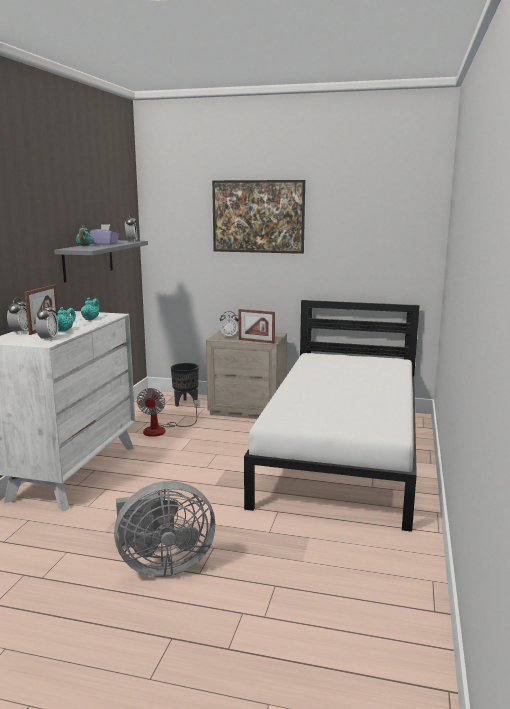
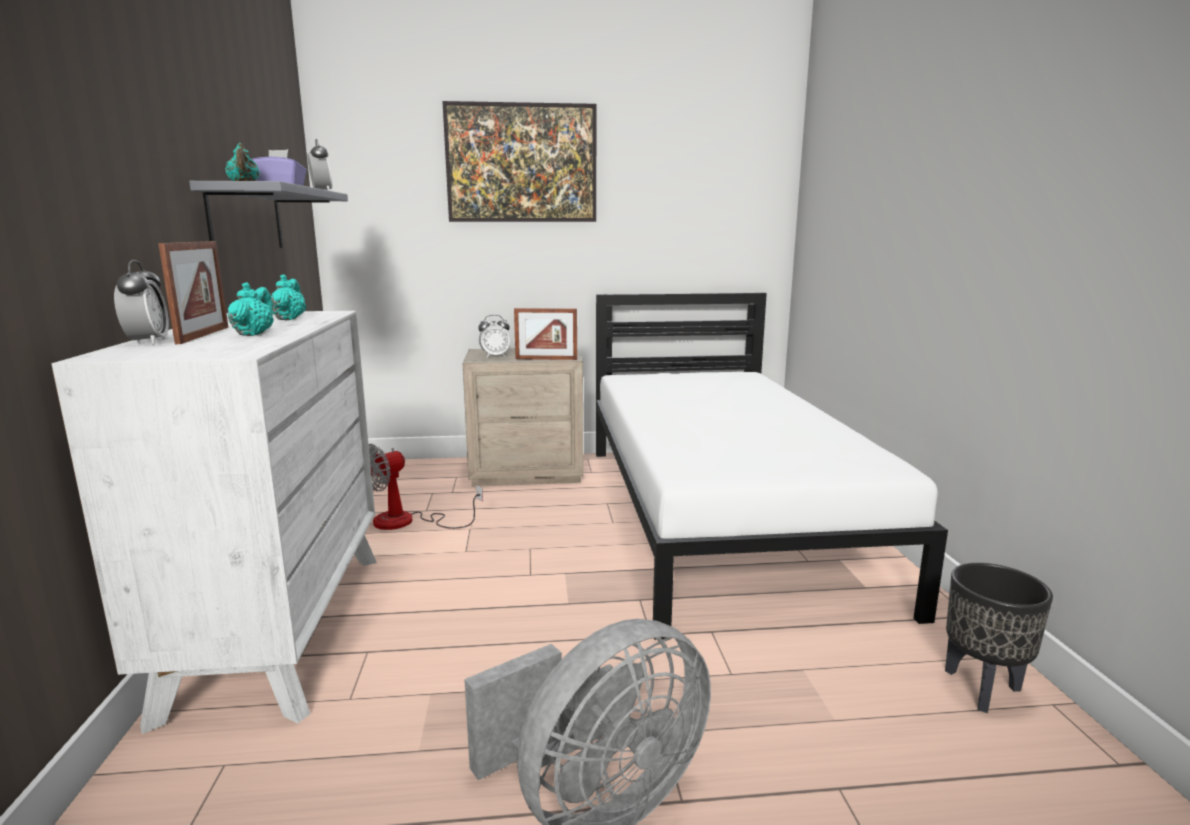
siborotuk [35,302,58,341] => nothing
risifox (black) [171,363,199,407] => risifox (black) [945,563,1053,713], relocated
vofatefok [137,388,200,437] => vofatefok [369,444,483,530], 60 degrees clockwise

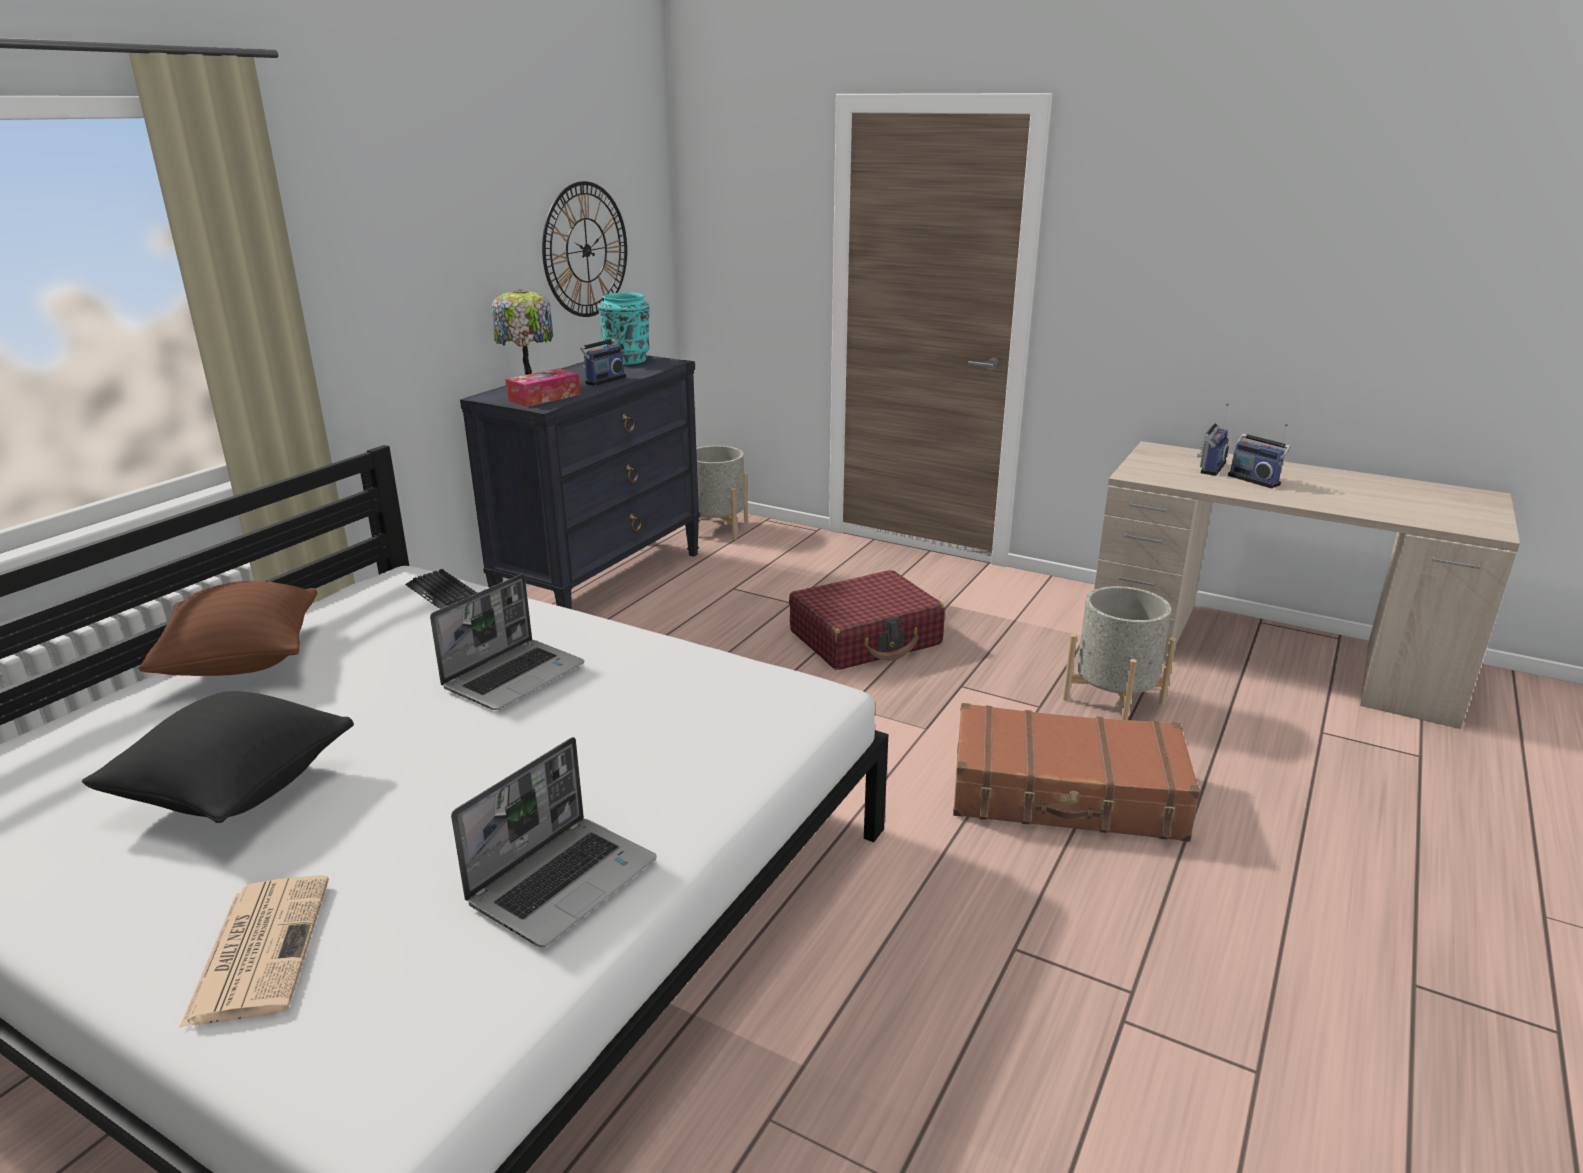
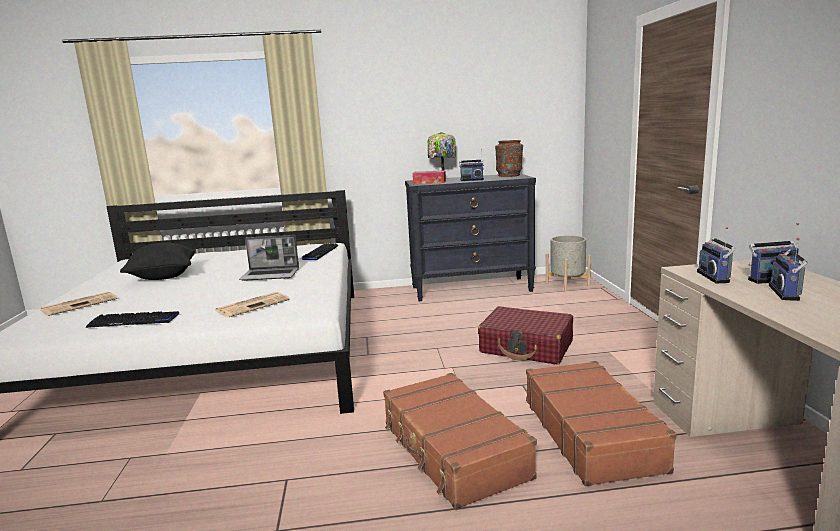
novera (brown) [138,581,317,676] => nothing
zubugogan [542,181,627,317] => nothing
nothing => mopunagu [215,292,290,317]
nothing => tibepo [697,227,736,283]
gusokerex [451,737,657,947] => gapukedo [85,311,179,328]
risifox (grey) [1062,586,1176,720] => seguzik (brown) [526,361,677,486]
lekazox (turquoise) [598,292,650,365] => lekazox (brown) [495,140,523,177]

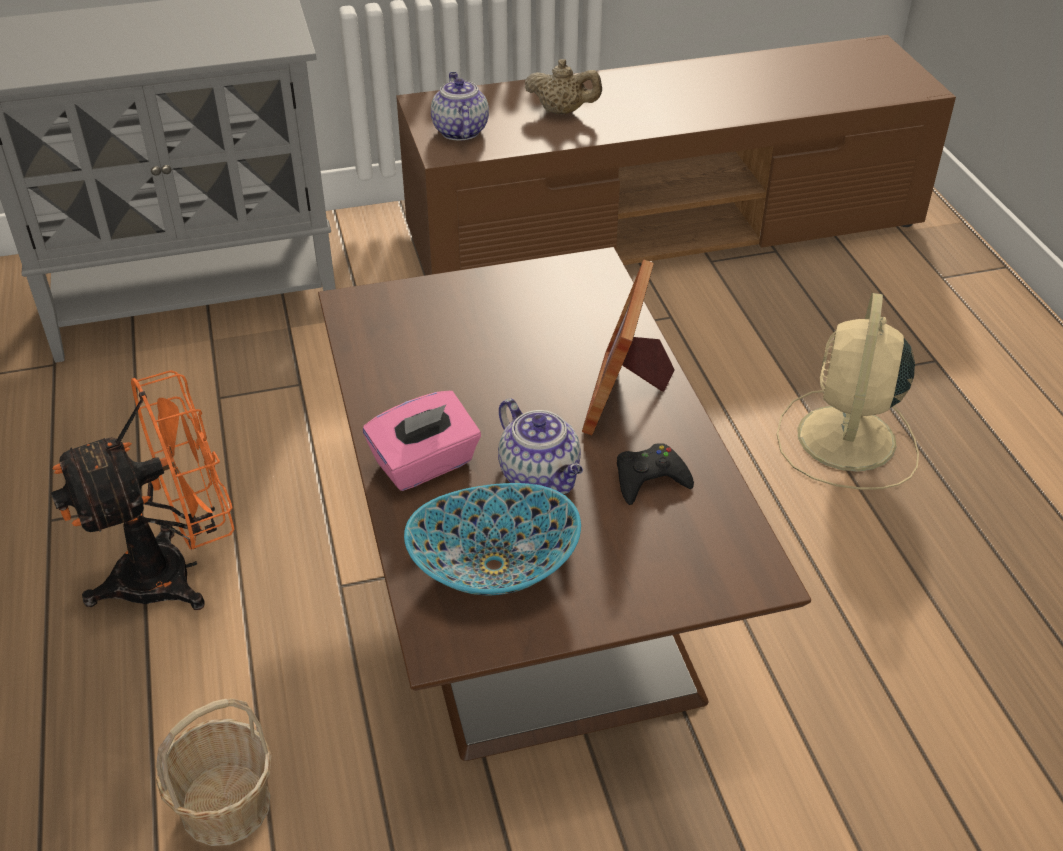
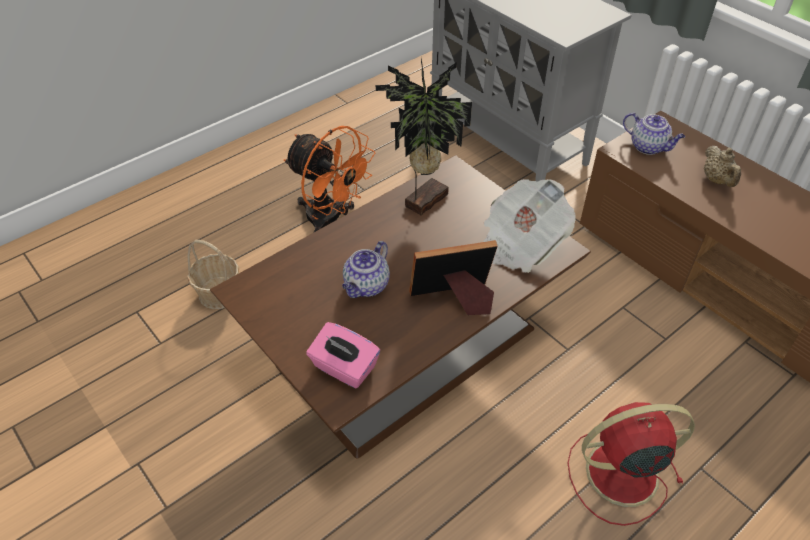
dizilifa [404,483,581,595] => nothing
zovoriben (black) [617,443,694,505] => nothing
nothing => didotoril [376,59,472,216]
nothing => mopunagu [484,179,576,273]
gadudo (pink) [363,391,481,491] => gadudo (pink) [306,322,380,388], relocated
vofatefok (beige) [777,293,919,490] => vofatefok (red) [568,402,695,526]
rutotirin [431,72,489,140] => rutotirin [623,112,685,155], 75 degrees clockwise

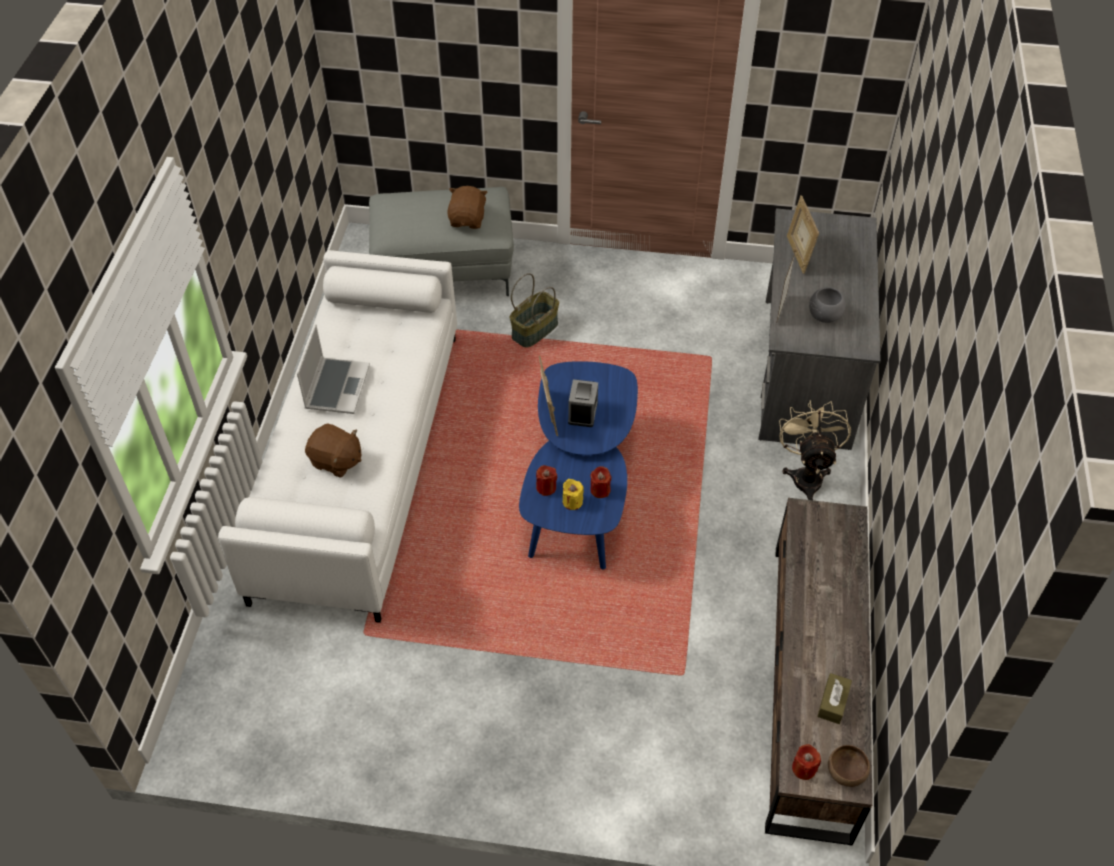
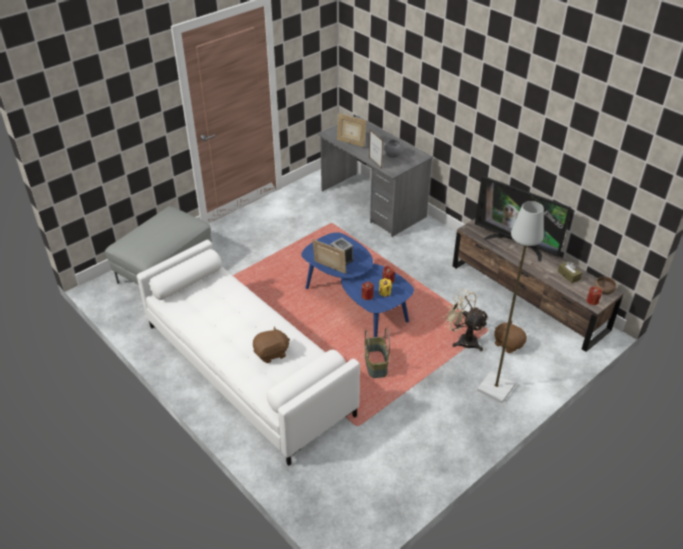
gusokerex [297,324,370,414] => nothing
nothing => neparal [475,176,572,262]
nothing => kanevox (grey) [477,201,544,403]
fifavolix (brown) [447,186,487,229] => fifavolix (brown) [494,320,527,353], relocated
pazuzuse [510,273,559,347] => pazuzuse [365,328,390,378], relocated
vofatefok (beige) [779,400,851,500] => vofatefok (beige) [443,289,489,351], relocated

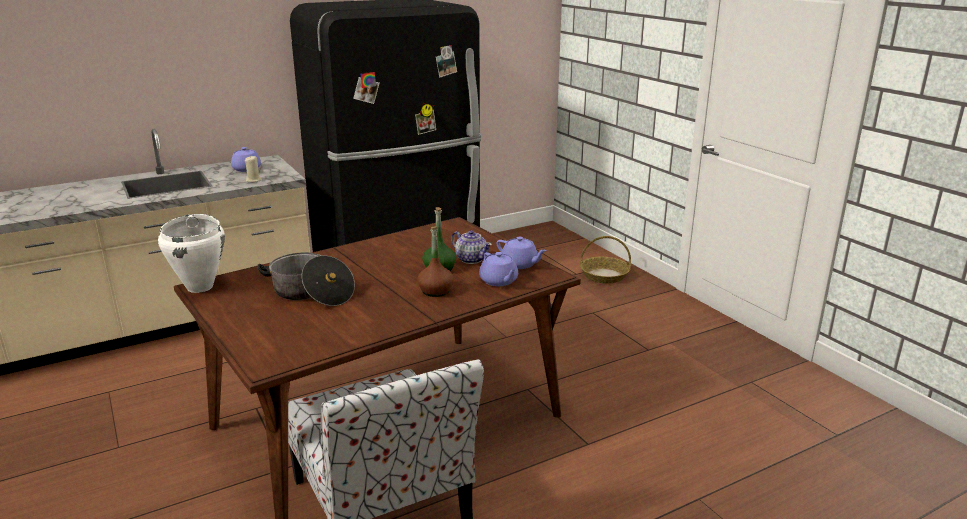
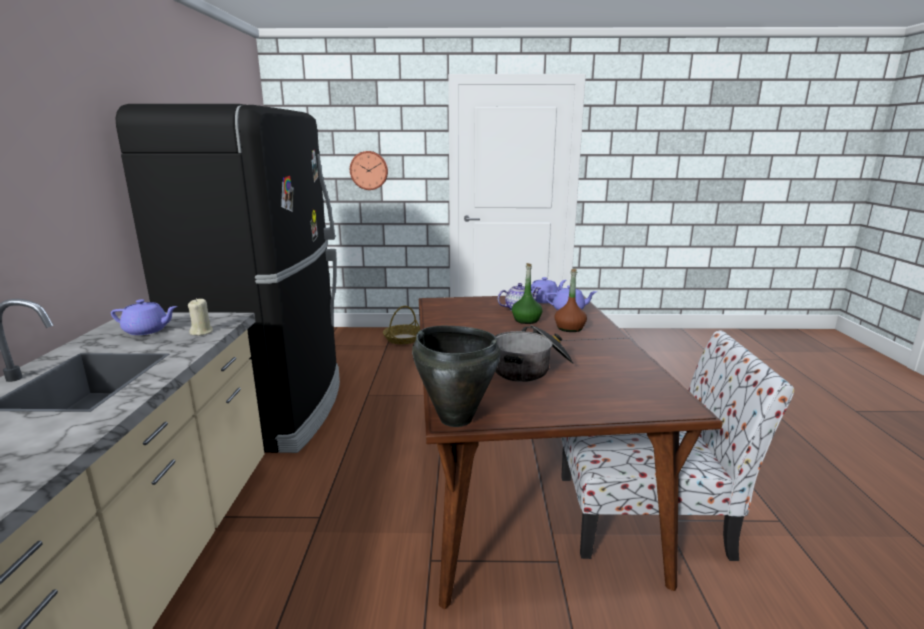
nothing => zubugogan [350,151,388,190]
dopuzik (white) [158,214,225,293] => dopuzik (black) [412,326,501,427]

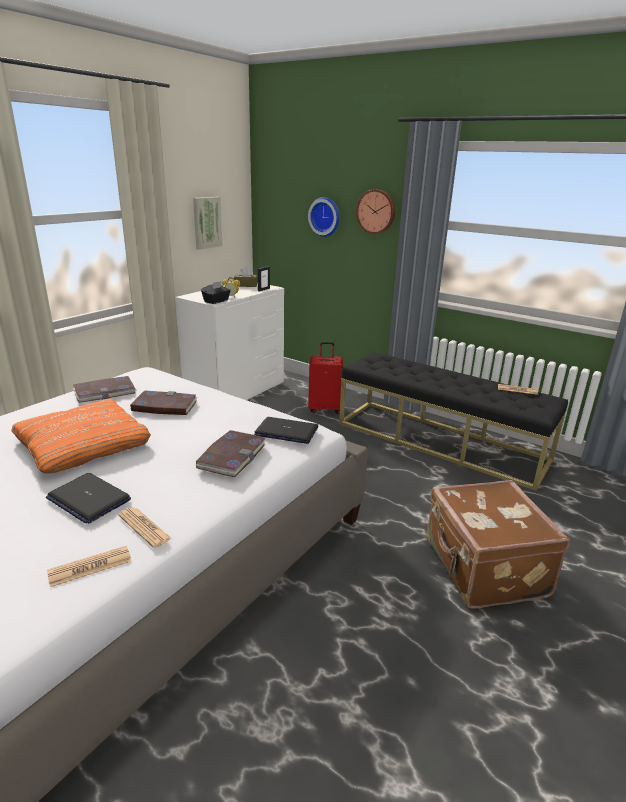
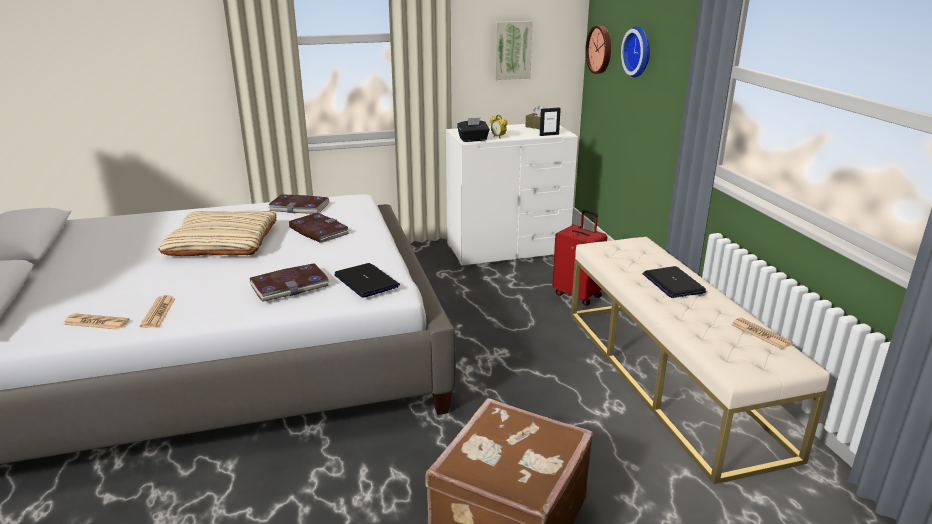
gusokerex [46,473,131,524] => gusokerex [642,266,706,298], relocated
zubugogan [356,189,395,234] => zubugogan [585,26,611,74], relocated
novera (orange) [11,398,151,474] => novera (beige) [158,211,276,256]
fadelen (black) [339,352,568,491] => fadelen (beige) [571,237,830,484]

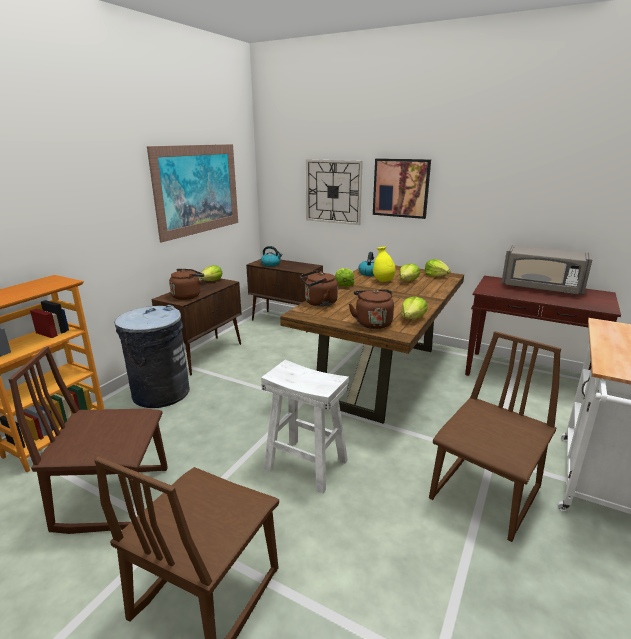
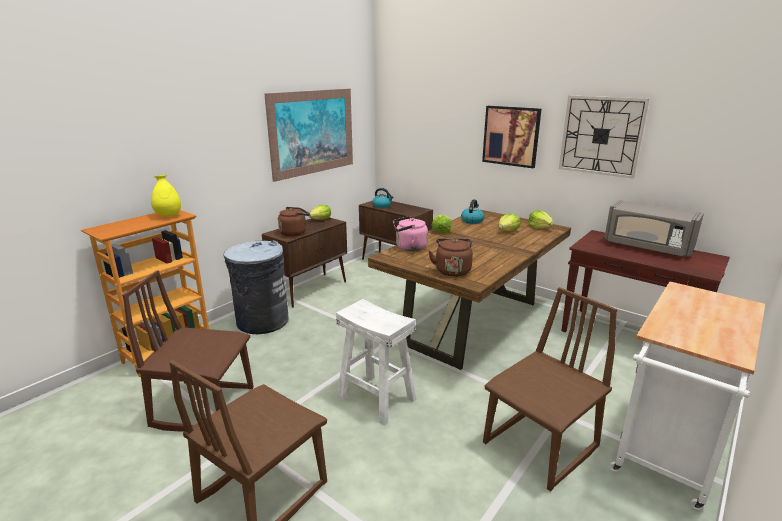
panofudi [401,297,428,319] => nothing
zubugogan [306,159,363,225] => zubugogan [559,95,649,178], relocated
lekazox (yellow) [373,247,396,282] => lekazox (yellow) [151,175,181,217], relocated
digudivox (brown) [300,270,338,306] => digudivox (pink) [393,216,428,251]

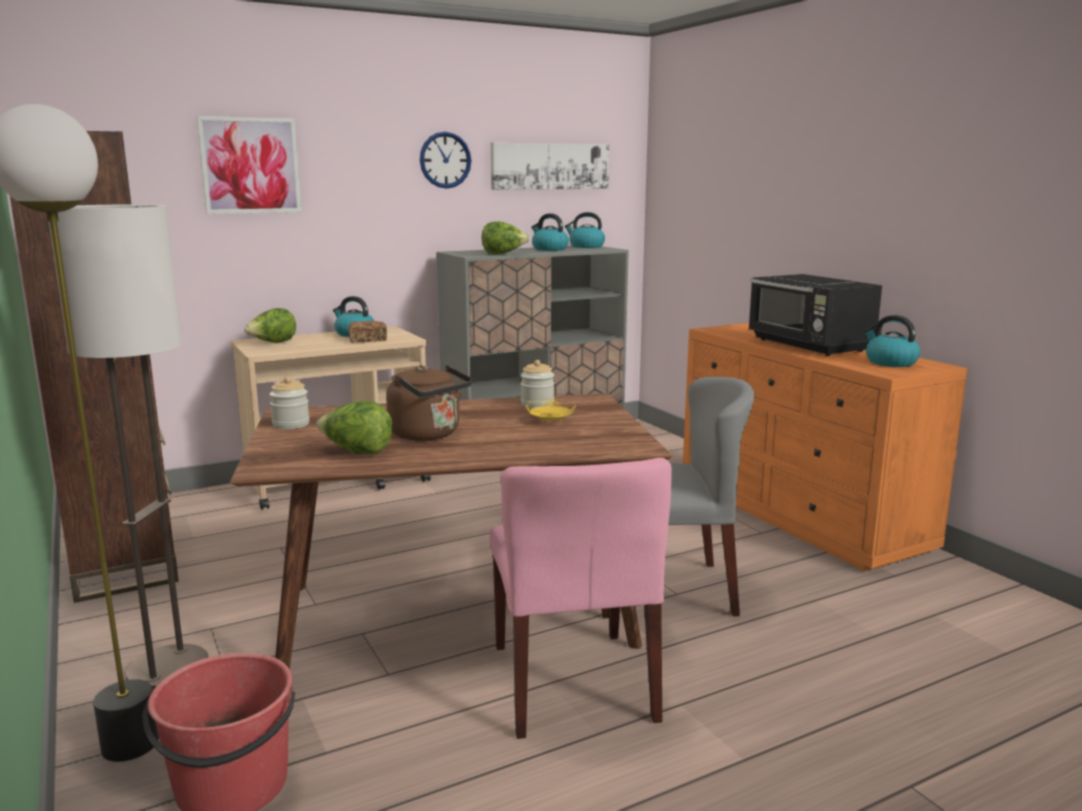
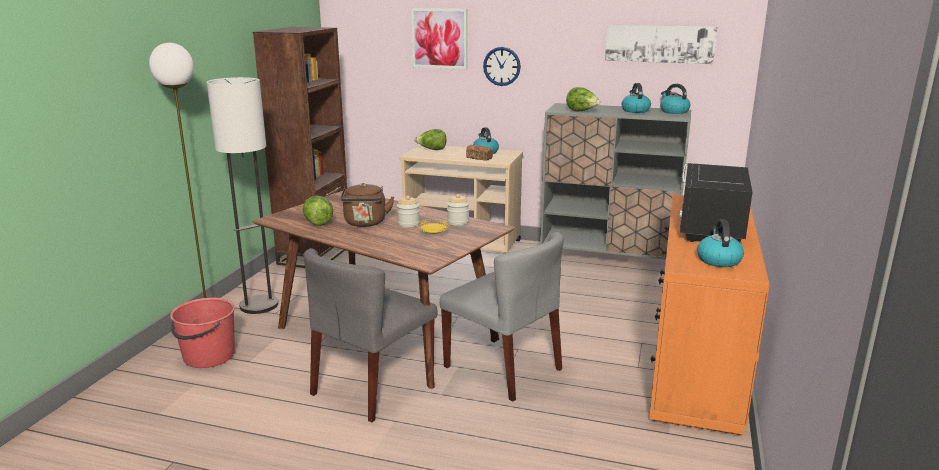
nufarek [269,376,310,429] => nufarek [397,195,420,228], relocated
zubugogan [420,132,471,189] => zubugogan [483,47,521,86], relocated
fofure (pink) [490,458,672,739] => fofure (grey) [304,248,438,423]

